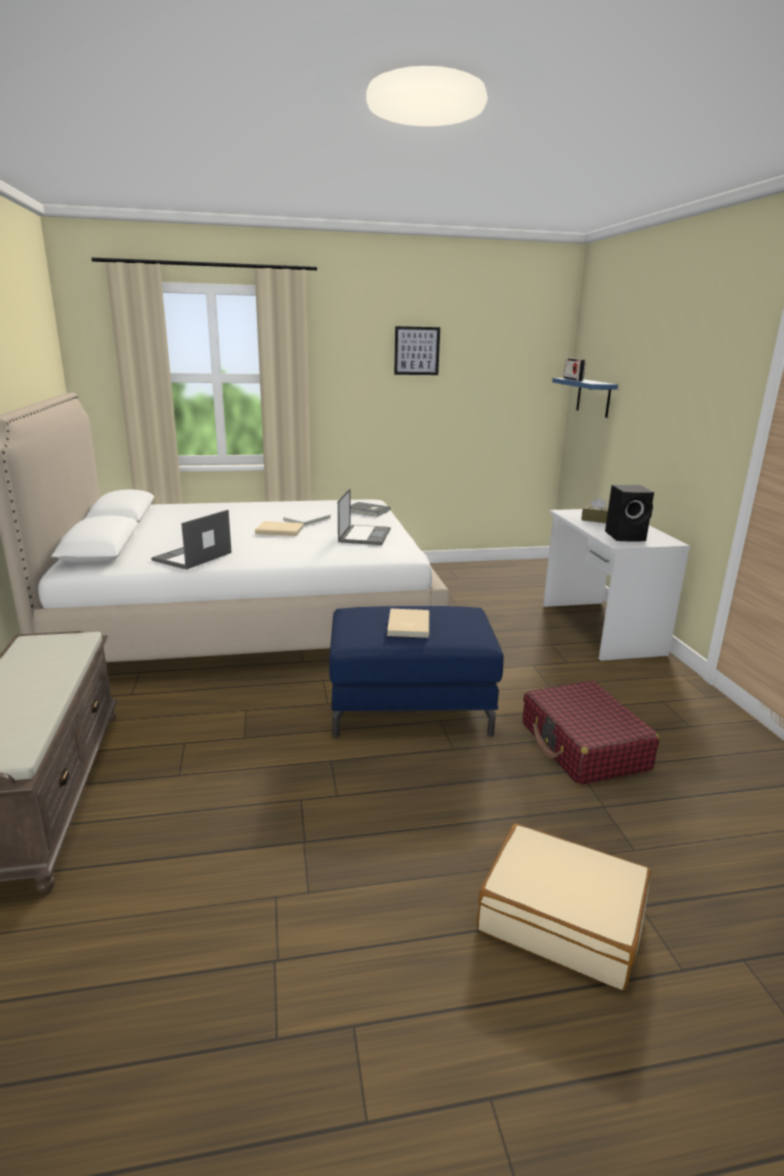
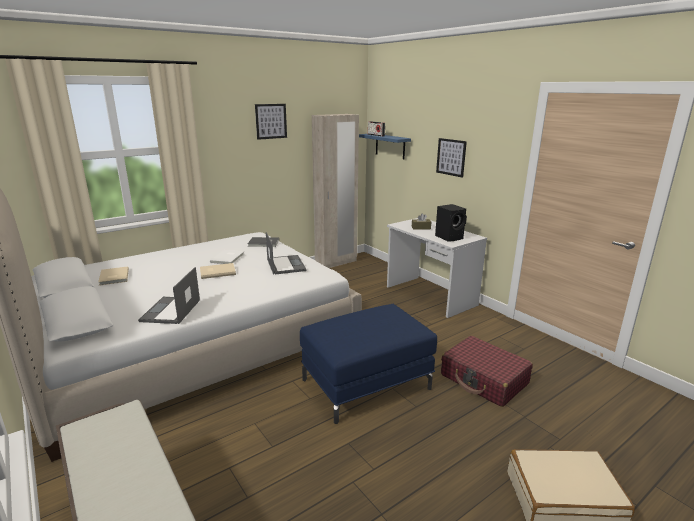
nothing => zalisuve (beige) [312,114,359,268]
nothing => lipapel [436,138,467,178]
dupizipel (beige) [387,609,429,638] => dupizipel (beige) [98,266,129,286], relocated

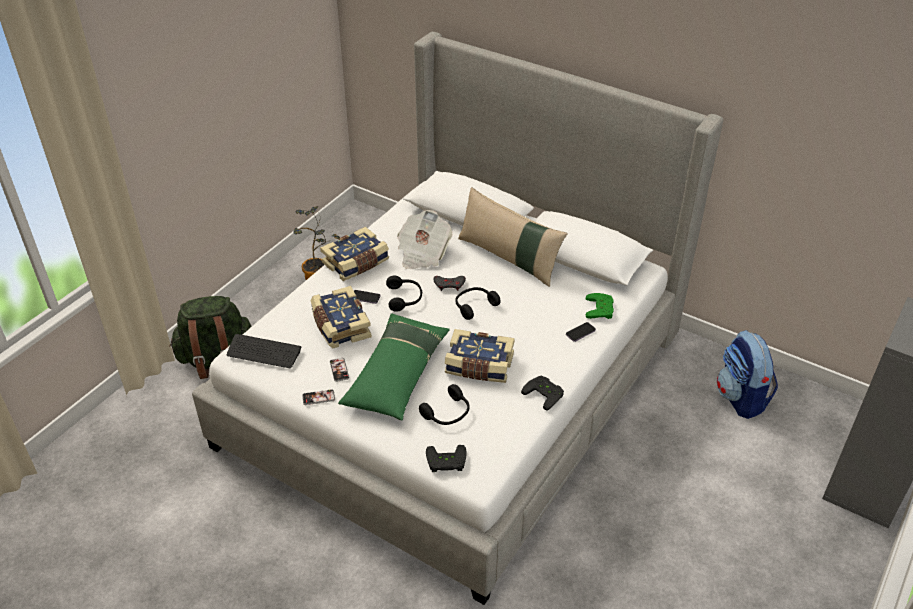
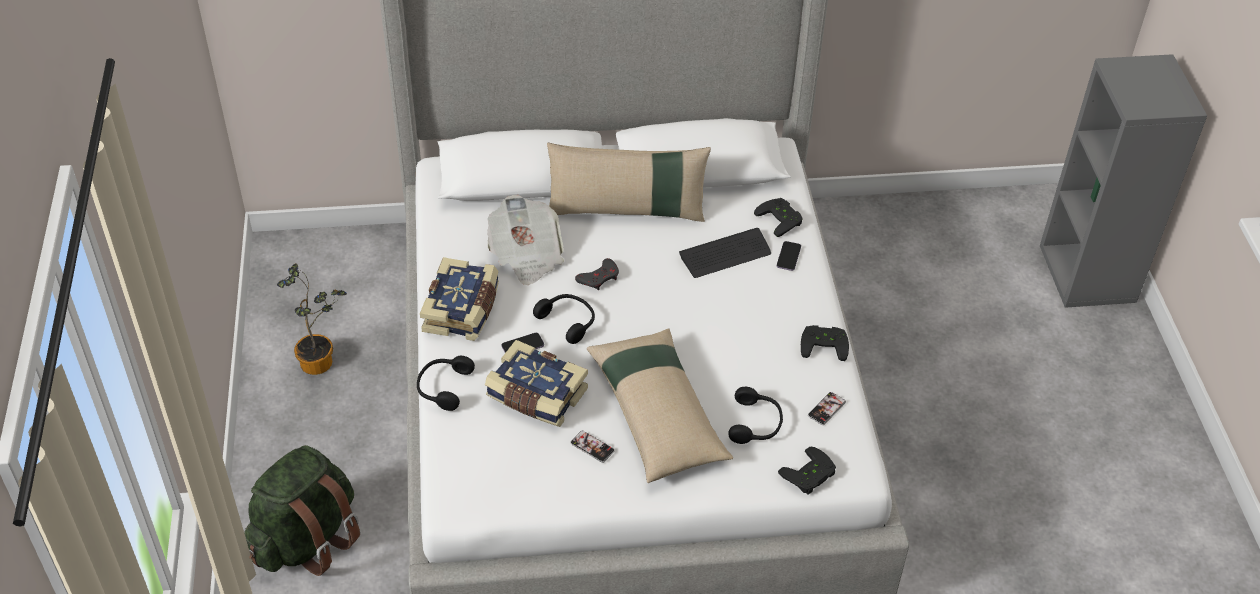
dupizipel [445,329,515,383] => nothing
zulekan [717,330,778,419] => nothing
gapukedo [227,334,302,368] => gapukedo [679,228,771,278], relocated
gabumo [302,389,335,405] => gabumo [808,392,846,425], relocated
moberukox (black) [455,287,501,320] => moberukox (black) [417,356,475,411], relocated
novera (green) [338,313,450,421] => novera (beige) [587,328,733,483]
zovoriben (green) [586,293,614,319] => zovoriben (black) [754,198,803,237]

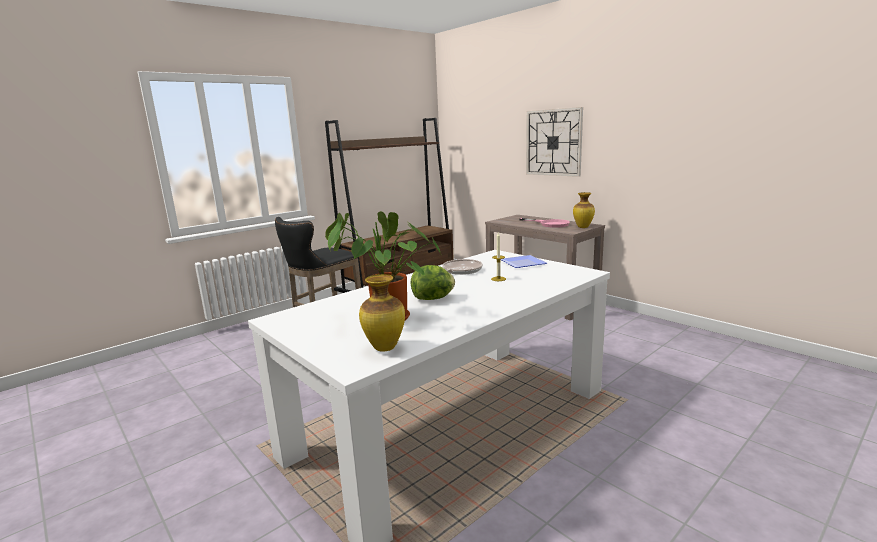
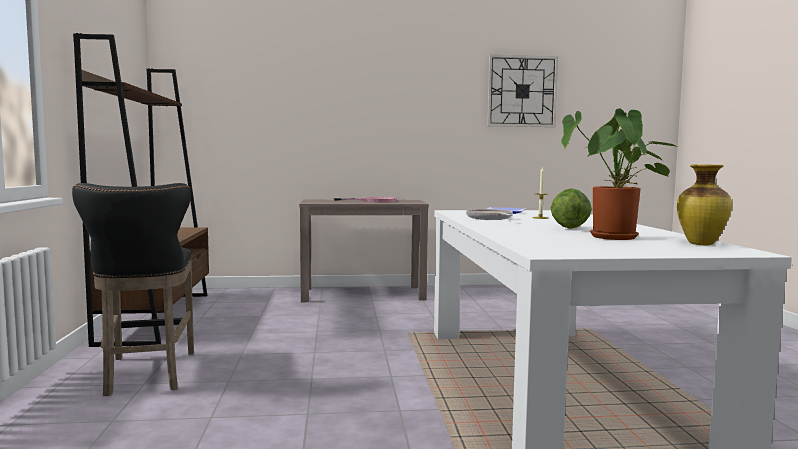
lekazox [573,192,595,228] => nothing
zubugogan [526,107,583,177] => zubugogan [487,54,558,127], relocated

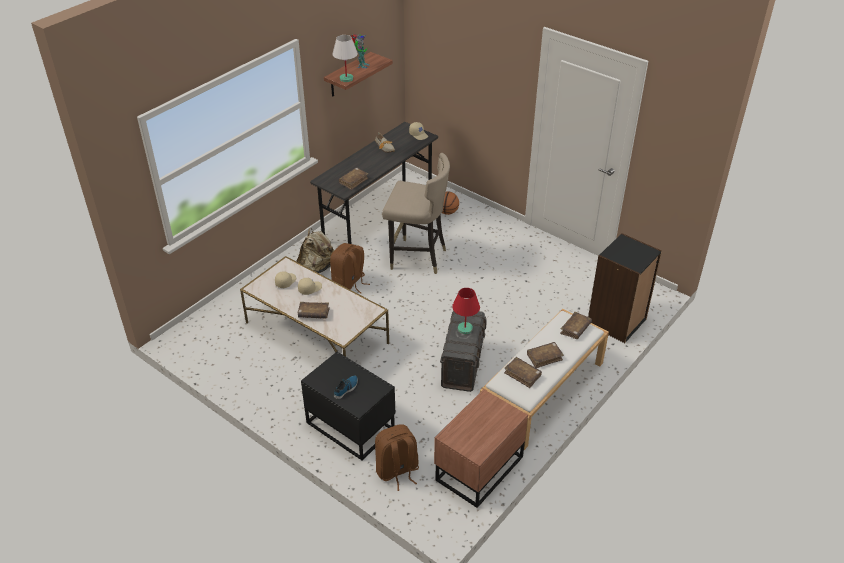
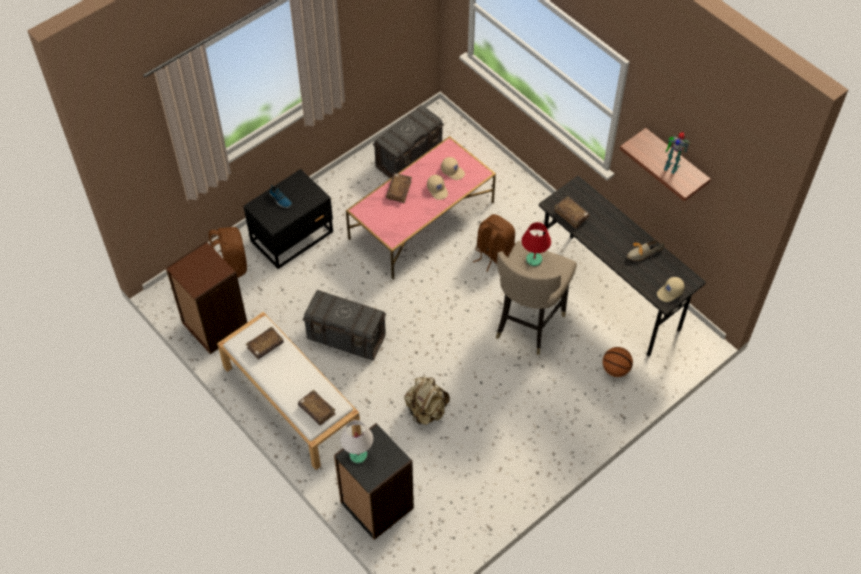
dupizipel (brown) [527,342,564,368] => nothing
nothing => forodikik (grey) [373,105,444,178]
zulekan (beige) [296,228,334,273] => zulekan (beige) [404,377,450,425], relocated
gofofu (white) [332,35,358,82] => gofofu (white) [340,420,373,464], relocated
gofofu (red) [452,288,480,334] => gofofu (red) [522,222,551,267], relocated
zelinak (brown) [434,389,528,508] => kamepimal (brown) [166,241,248,354]
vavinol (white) [240,256,389,357] => vavinol (pink) [346,136,496,279]

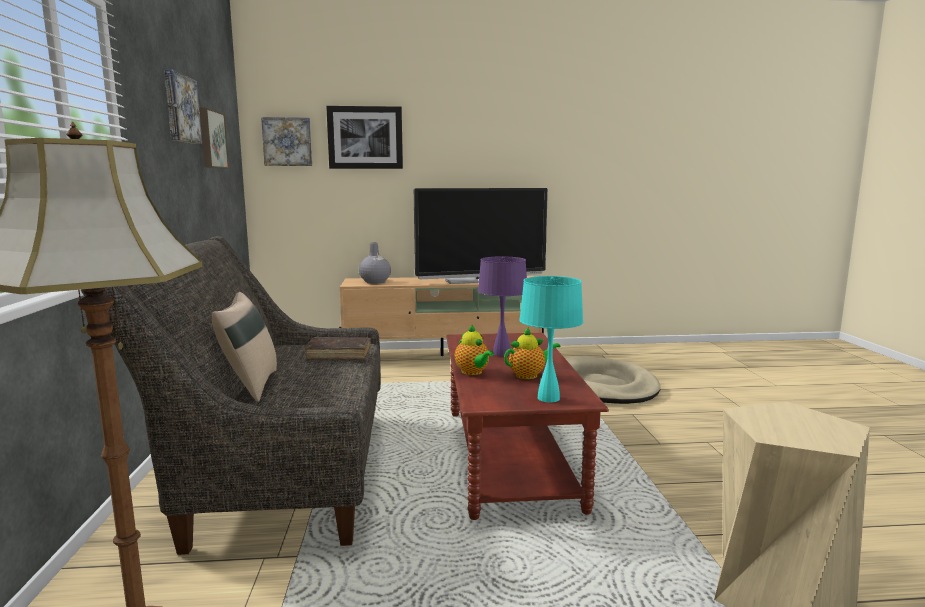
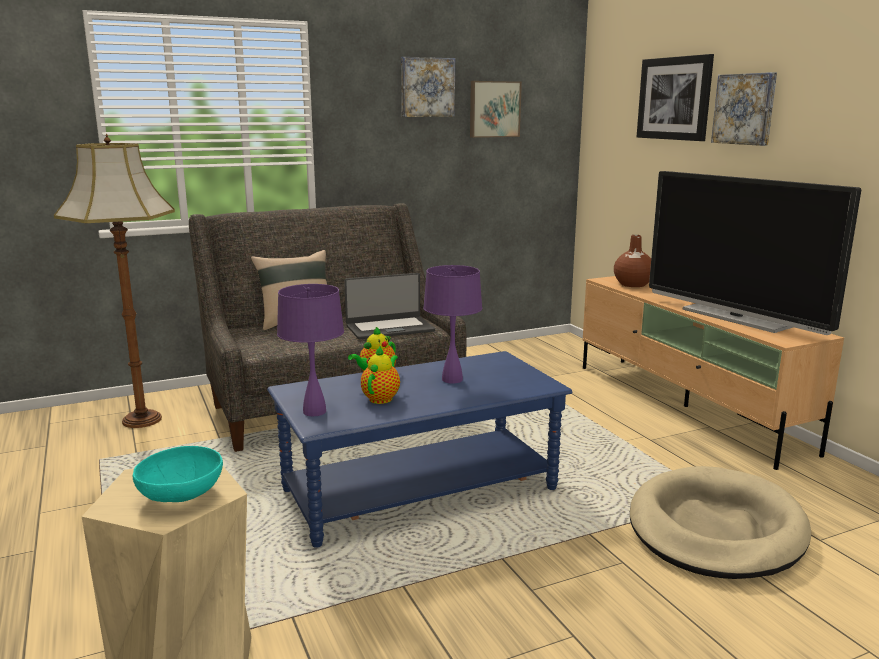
nothing => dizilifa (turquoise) [133,446,223,502]
lipapel [261,117,312,166] => lipapel [711,72,777,146], relocated
dupizipel (brown) [305,337,371,360] => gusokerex [344,273,435,339]
lekazox (grey) [359,242,391,284] => lekazox (brown) [614,235,651,287]
vavinol (brown) [446,333,609,520] => vavinol (blue) [267,351,572,548]
gofofu (turquoise) [519,276,583,403] => gofofu (purple) [277,284,344,417]
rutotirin [504,327,561,379] => rutotirin [361,345,400,404], 120 degrees counterclockwise

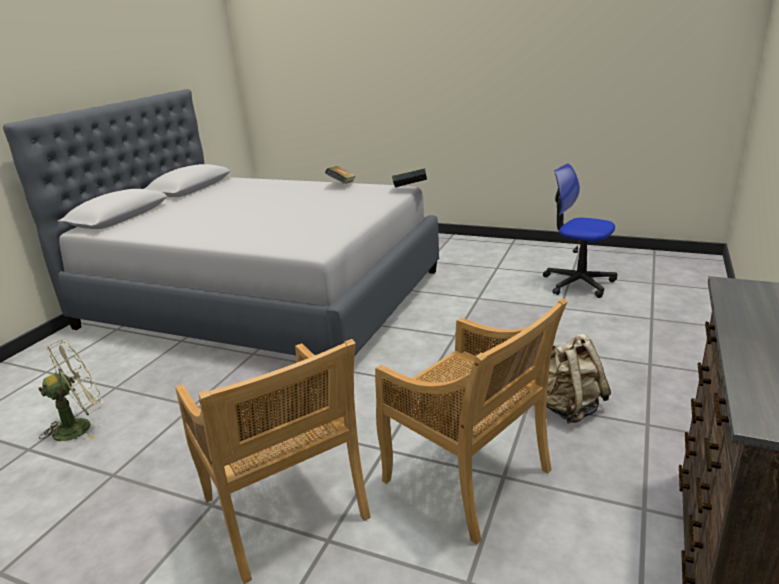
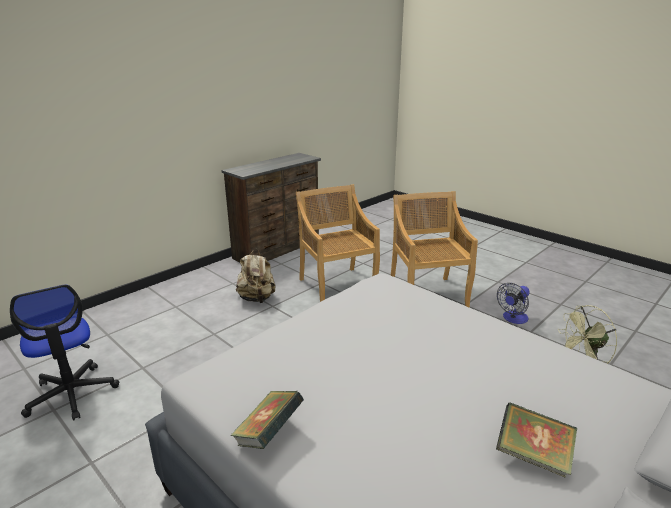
nothing => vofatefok [497,283,529,324]
dupizipel [392,168,427,188] => dupizipel [496,402,577,478], relocated

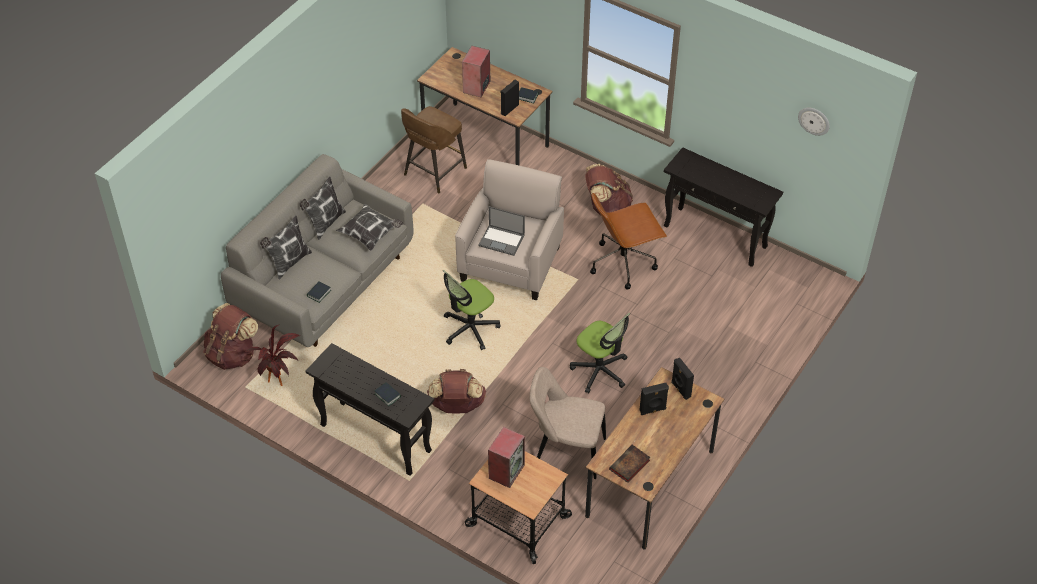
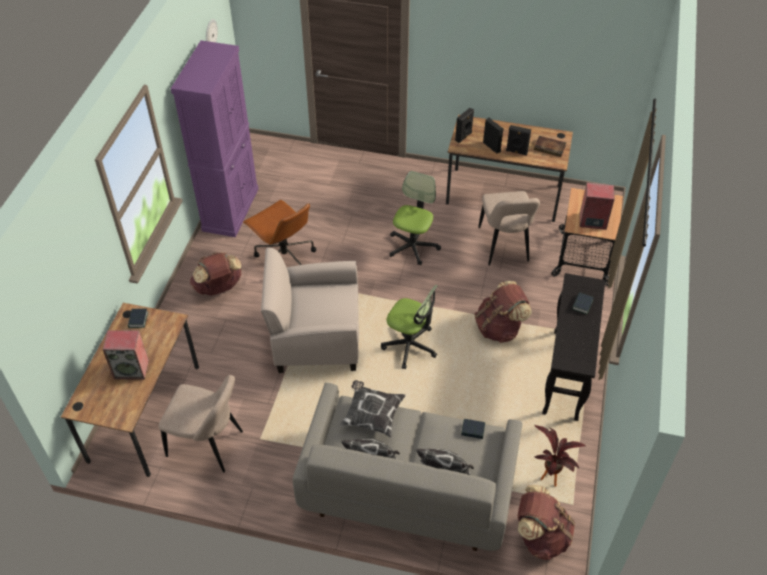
gusokerex [479,206,525,256] => nothing
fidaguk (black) [501,80,519,116] => fidaguk (black) [506,125,531,156], relocated
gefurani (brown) [401,106,467,194] => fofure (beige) [159,375,243,472]
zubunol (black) [664,147,783,267] => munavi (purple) [171,40,259,237]

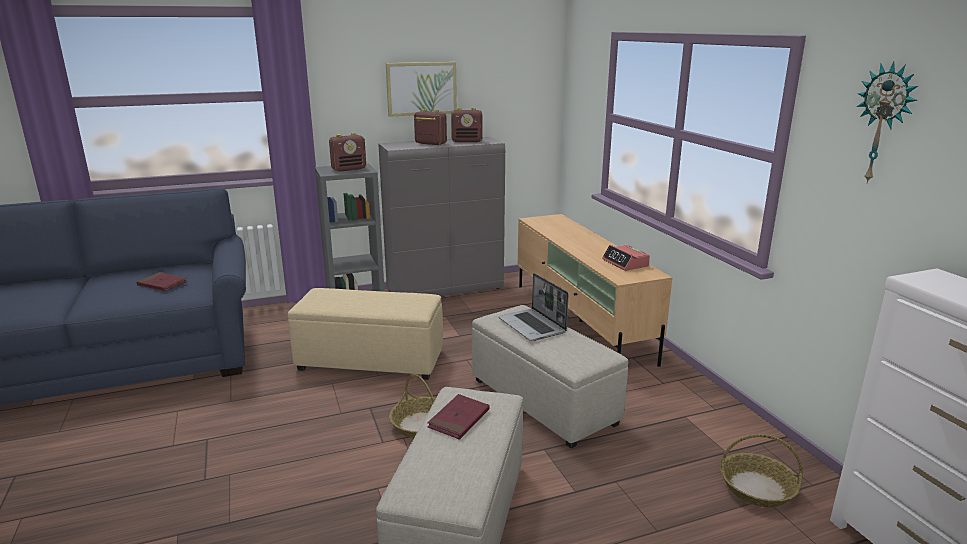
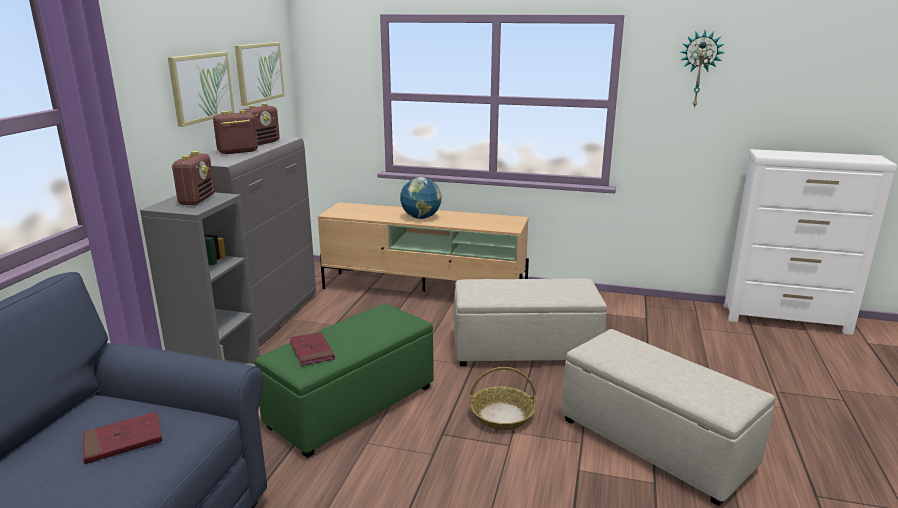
gusokerex [498,273,569,341] => nothing
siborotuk [602,245,650,271] => nothing
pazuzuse [720,434,803,507] => nothing
nothing => lipapel [235,42,285,106]
nothing => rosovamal [400,177,442,219]
dupizipel (red) [427,394,490,439] => dupizipel (red) [290,332,335,366], relocated
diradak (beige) [288,288,443,380] => diradak (green) [255,304,434,458]

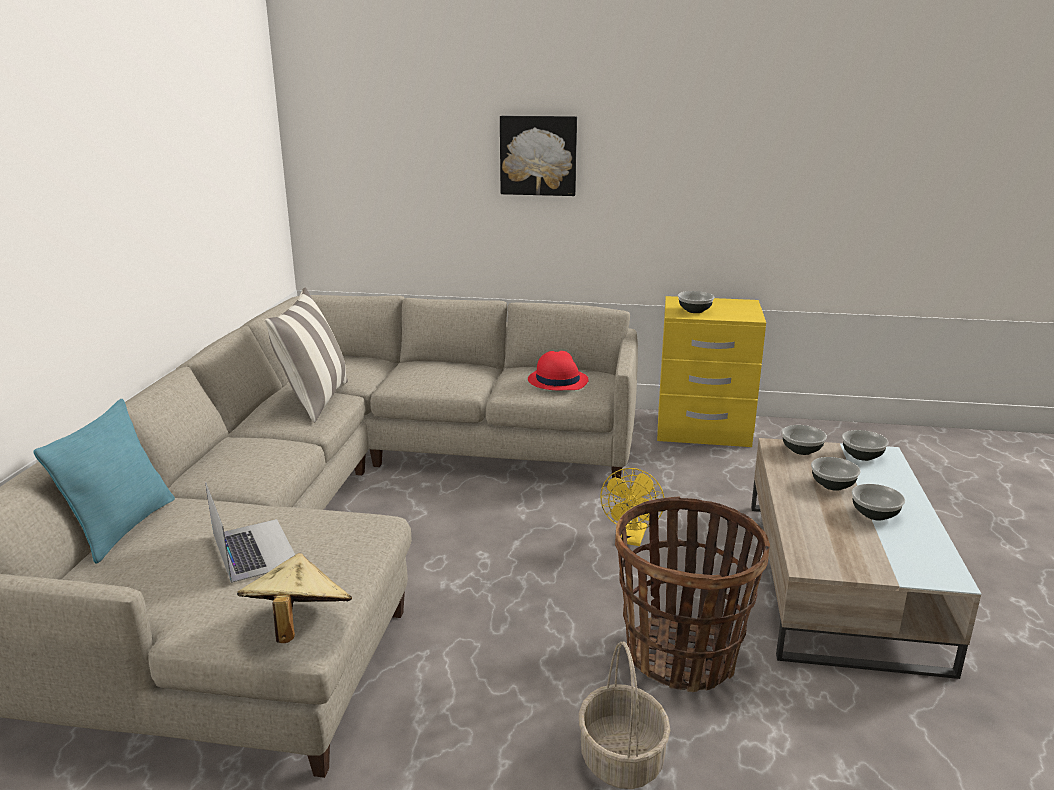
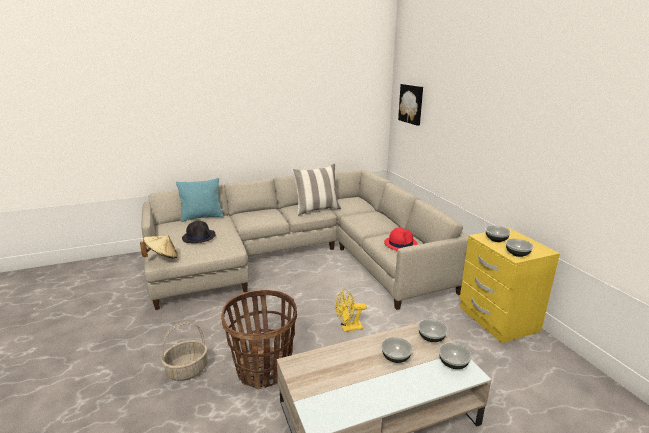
lipapel [500,116,577,196] => lipapel [398,84,423,126], relocated
dizilifa [852,484,905,520] => dizilifa [506,239,534,257], relocated
gusokerex [205,482,295,583] => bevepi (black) [182,221,215,243]

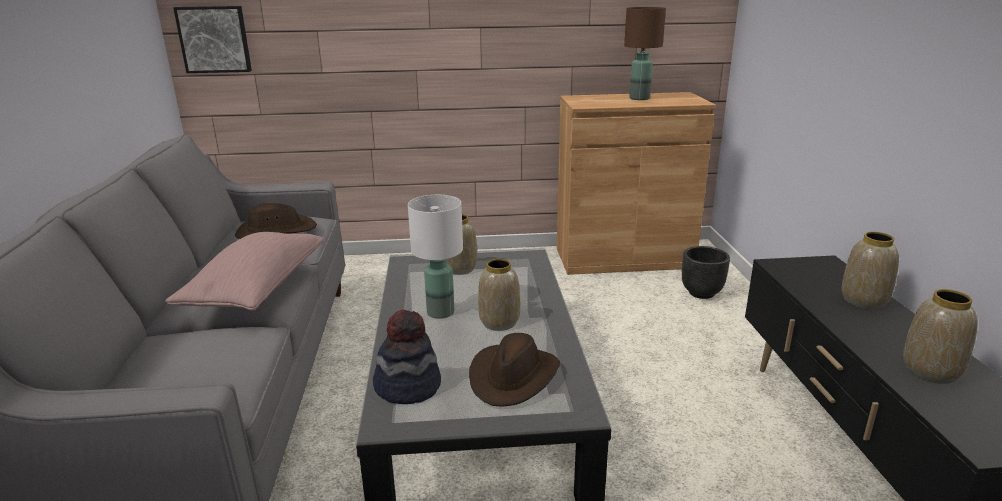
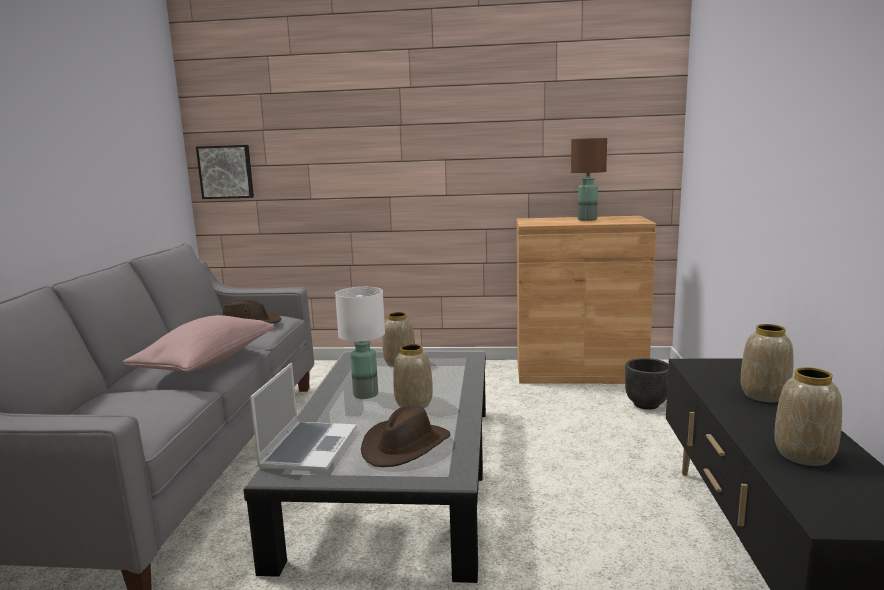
bevepi [373,310,441,404] => gusokerex [250,363,357,472]

